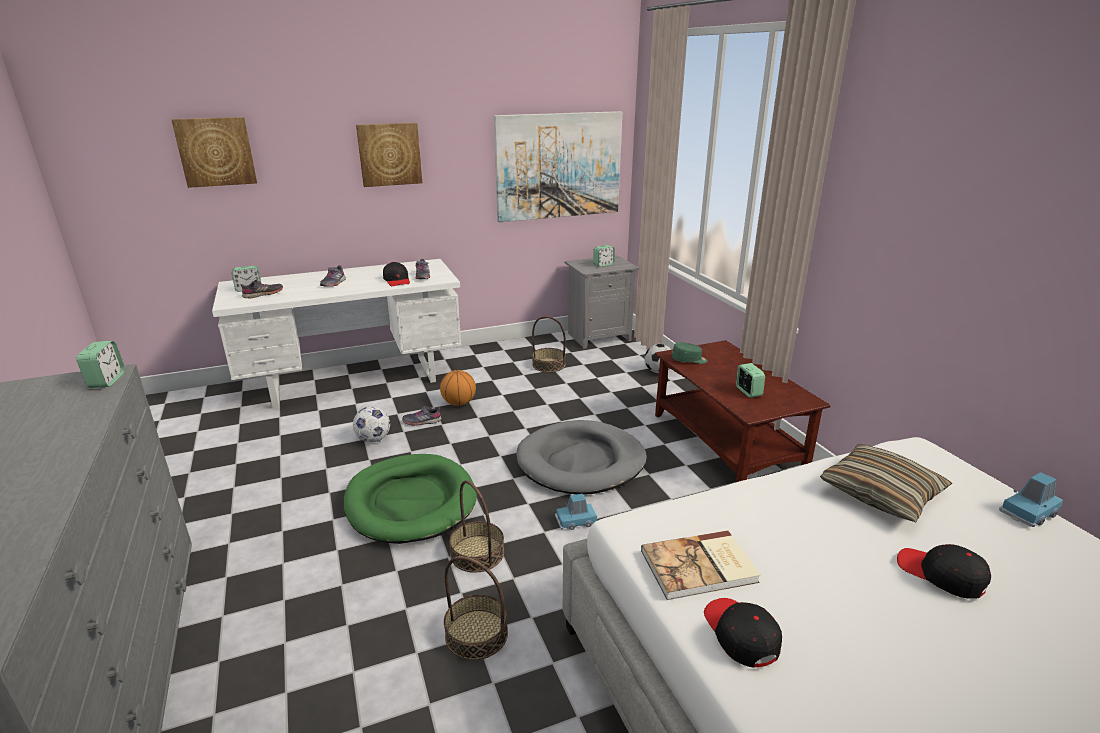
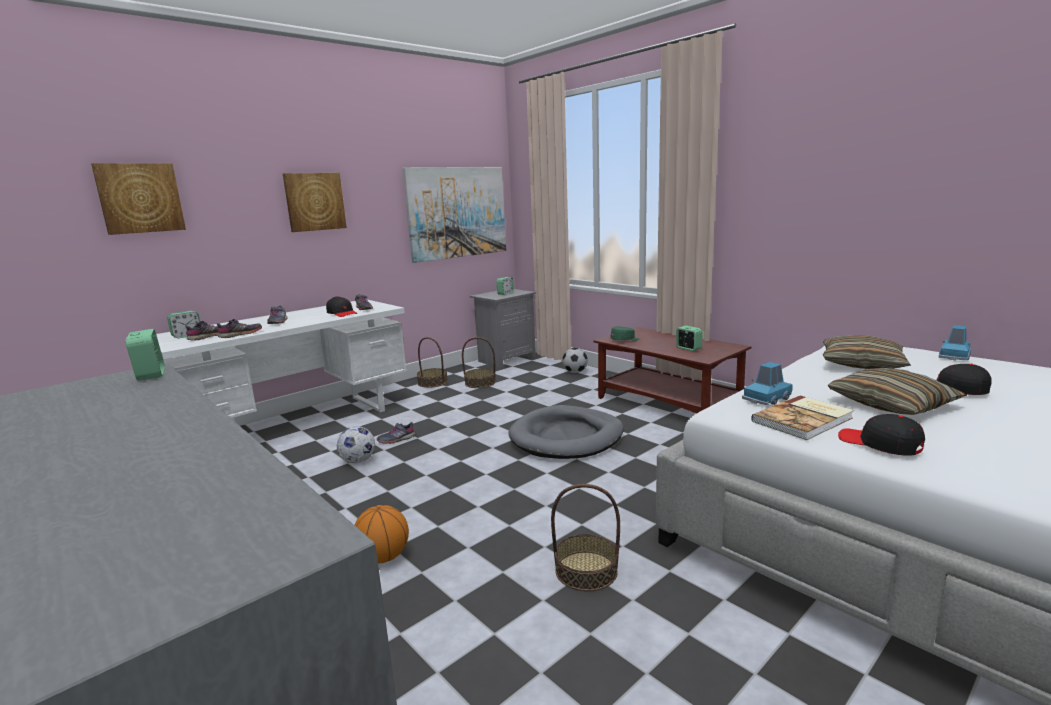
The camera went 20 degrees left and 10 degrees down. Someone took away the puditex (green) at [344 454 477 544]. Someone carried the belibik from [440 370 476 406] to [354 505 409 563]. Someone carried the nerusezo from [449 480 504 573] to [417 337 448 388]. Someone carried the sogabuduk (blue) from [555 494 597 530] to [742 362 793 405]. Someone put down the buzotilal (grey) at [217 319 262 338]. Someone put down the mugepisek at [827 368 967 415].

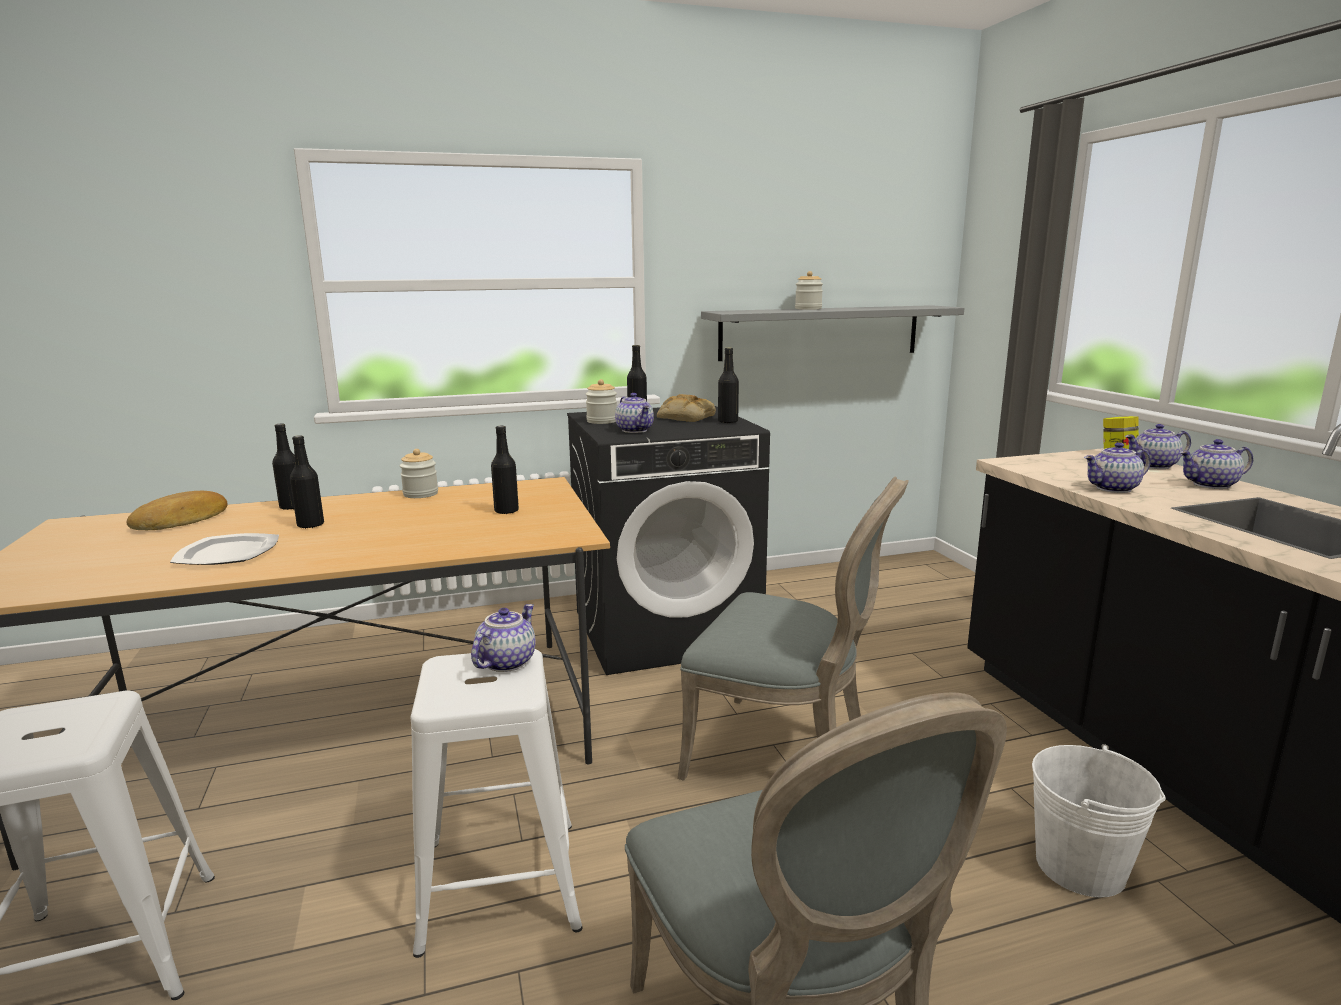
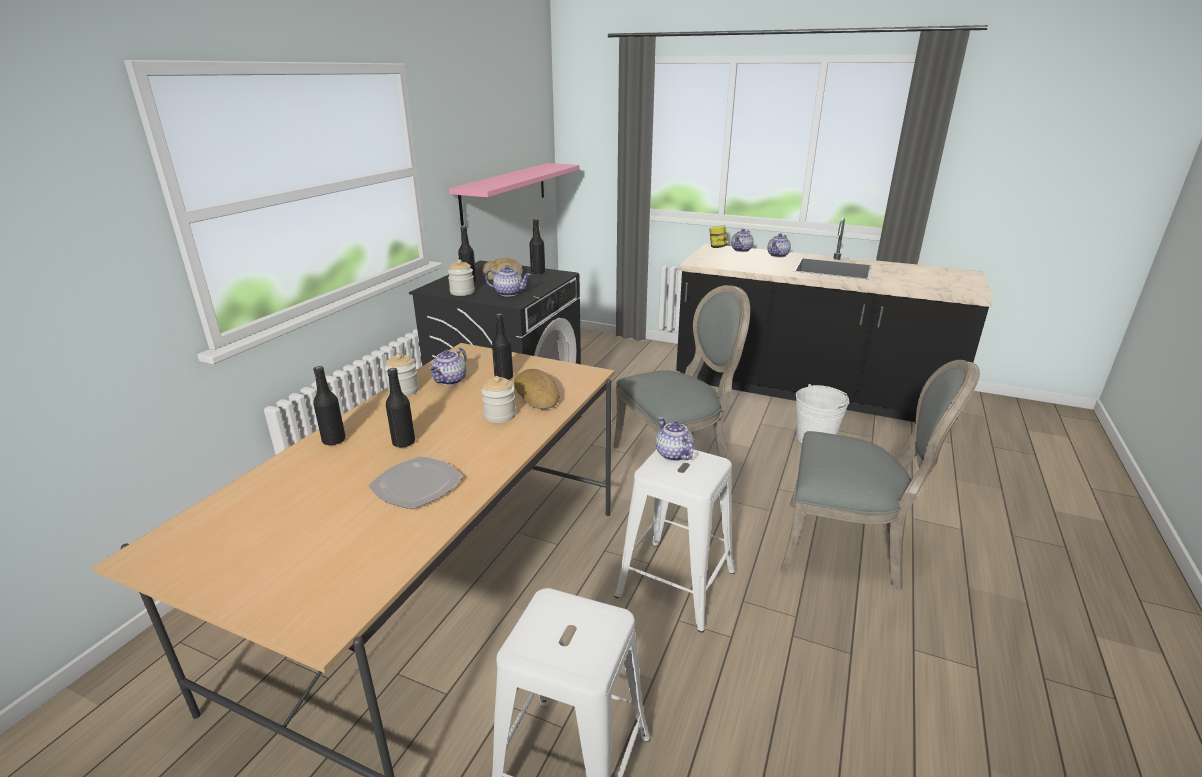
The camera went 50 degrees left and 10 degrees up. Someone carried the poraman from [126 491 228 530] to [514 369 560 409]. Someone repainted the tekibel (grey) at [701 305 964 361], which became the tekibel (pink) at [449 163 580 226]. Someone carried the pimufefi from [795 271 823 310] to [481 376 516 423]. Someone carried the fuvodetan from [1084 442 1151 493] to [429 348 467 385].

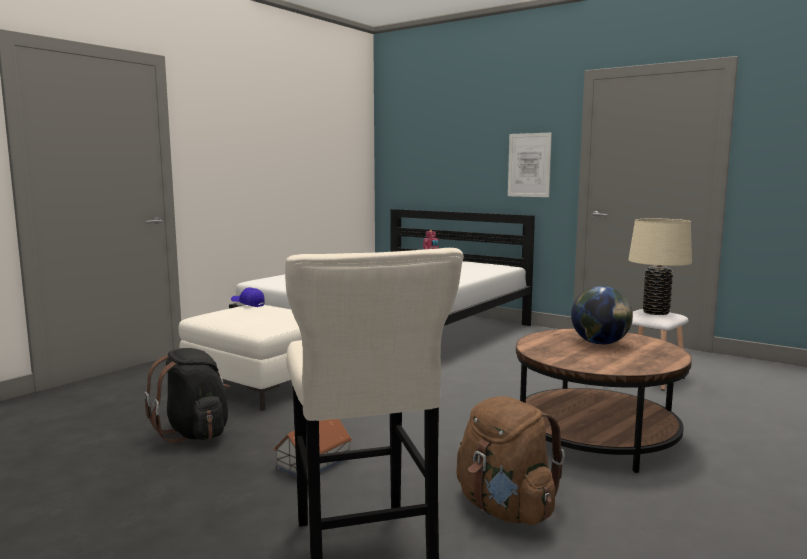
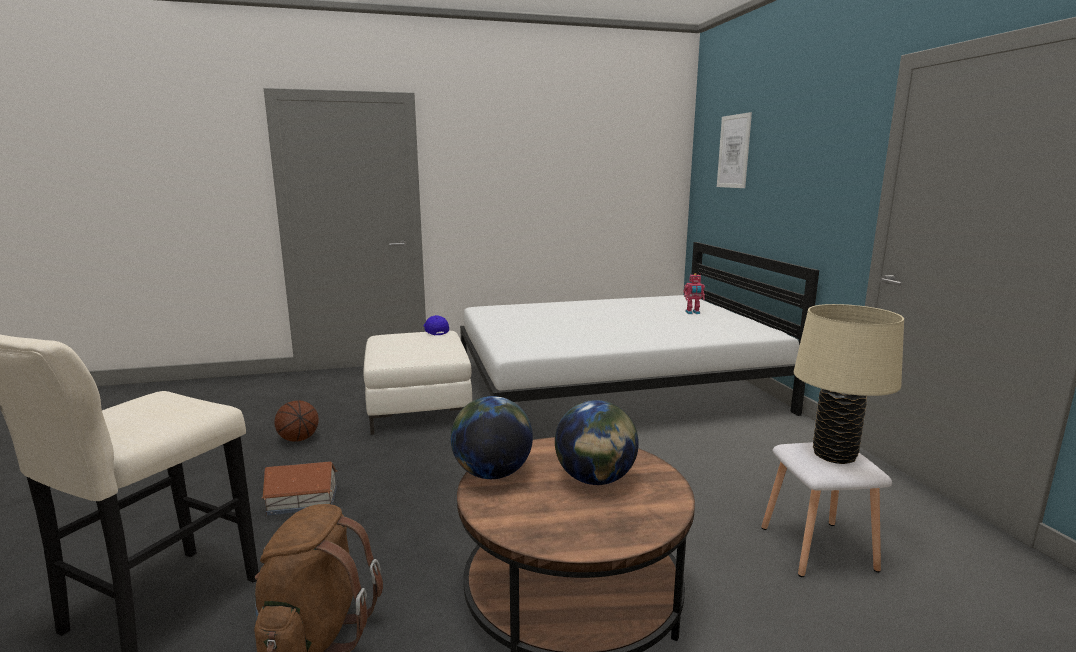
The camera went 40 degrees right and 5 degrees up. Someone swapped the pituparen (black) at [144 348 230 443] for the belibik at [274 400 319 442]. Someone carried the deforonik from [508 133 552 197] to [717 112 752 188]. Someone put down the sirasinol at [451 396 533 479].

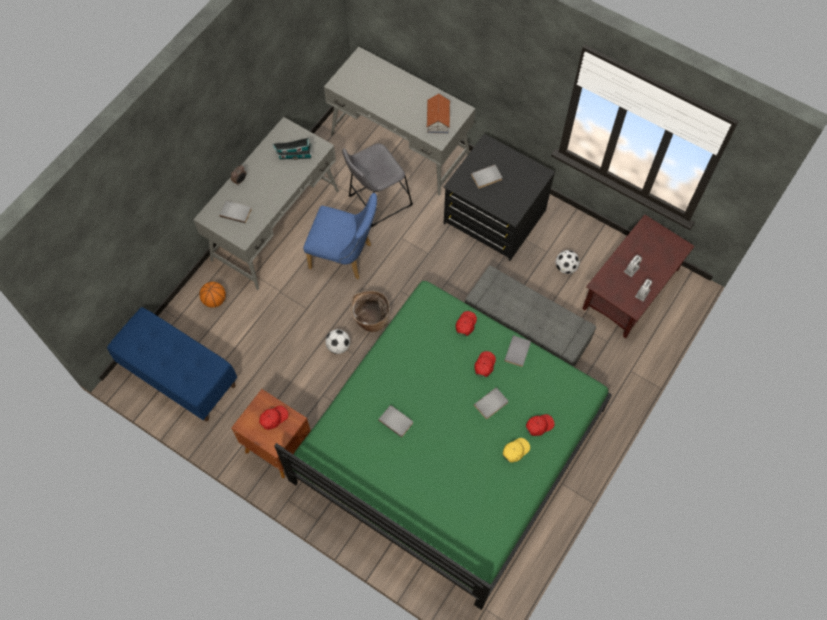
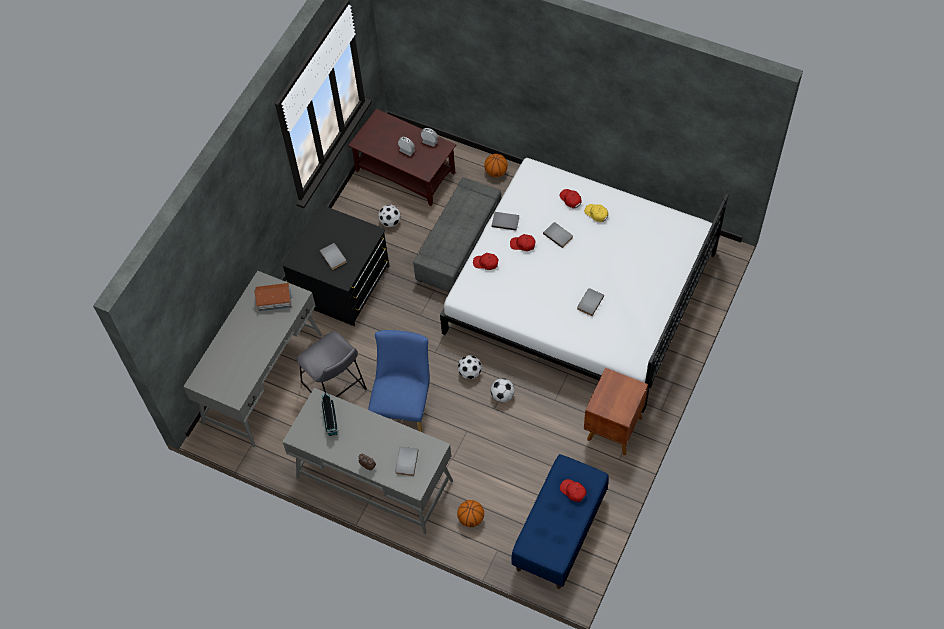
The camera went 95 degrees left and 5 degrees down. Someone carried the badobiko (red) from [259 405 288 430] to [560 479 587 502]. Someone repainted the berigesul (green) at [274 281 612 610], which became the berigesul (white) at [440 158 728 413]. Someone swapped the nerusezo at [350 291 390 332] for the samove at [458 355 482 379]. Someone put down the belibik at [484 154 508 177].

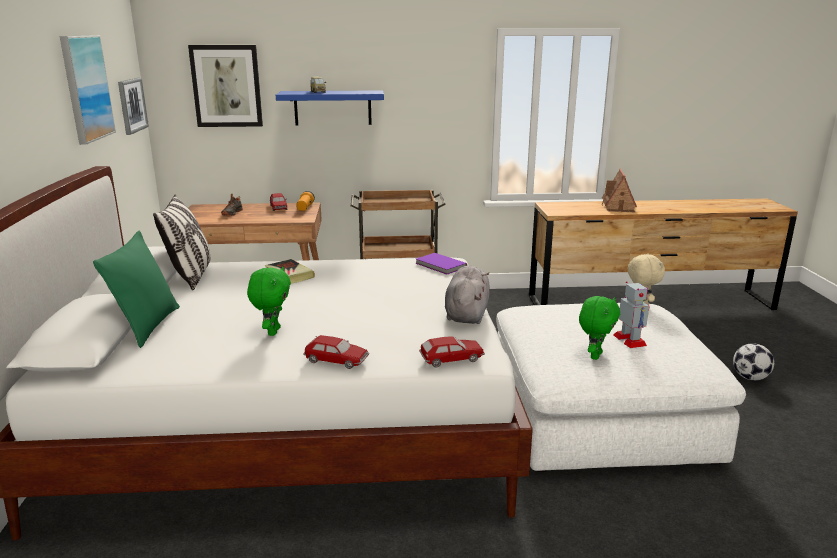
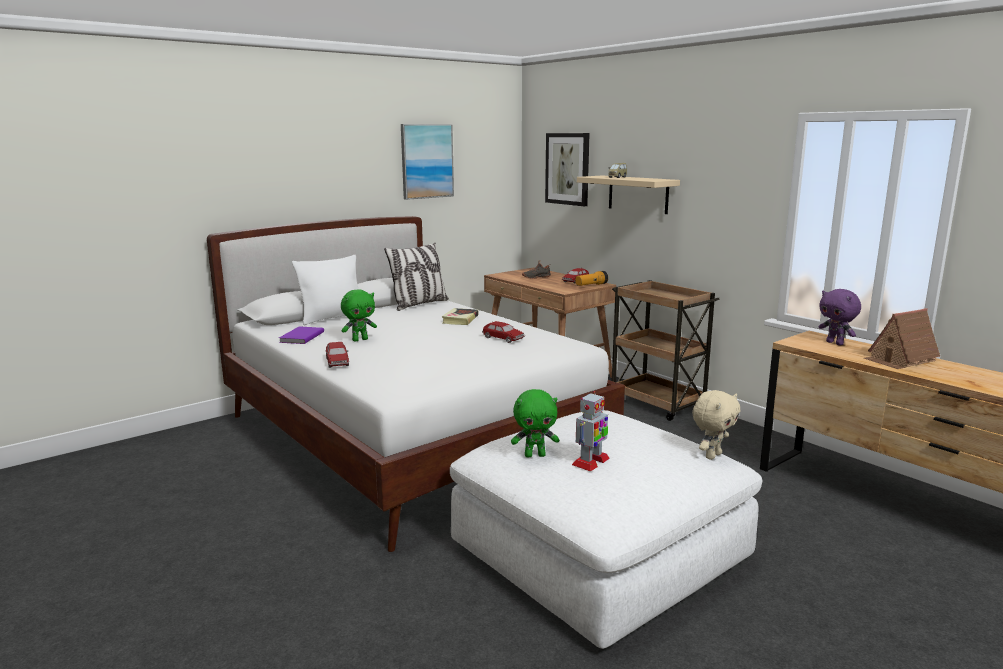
The camera went 55 degrees right and 5 degrees down. Someone repainted the mugepisek (green) at [93 231 180 348], which became the mugepisek (white) at [292 255 359 325]. Someone took away the deforonik at [118 78 149 135]. Someone repainted the tekibel (blue) at [276 90 384 125], which became the tekibel (beige) at [577 176 680 214]. Someone carried the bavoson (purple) from [415 253 467 275] to [279 326 324 344]. Someone carried the sogabuduk from [419 336 485 368] to [482 321 525 343]. Someone took away the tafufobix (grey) at [445 266 490 324]. Someone took away the samove at [733 343 774 380]. Someone put down the tafufobix (purple) at [818 289 861 345].

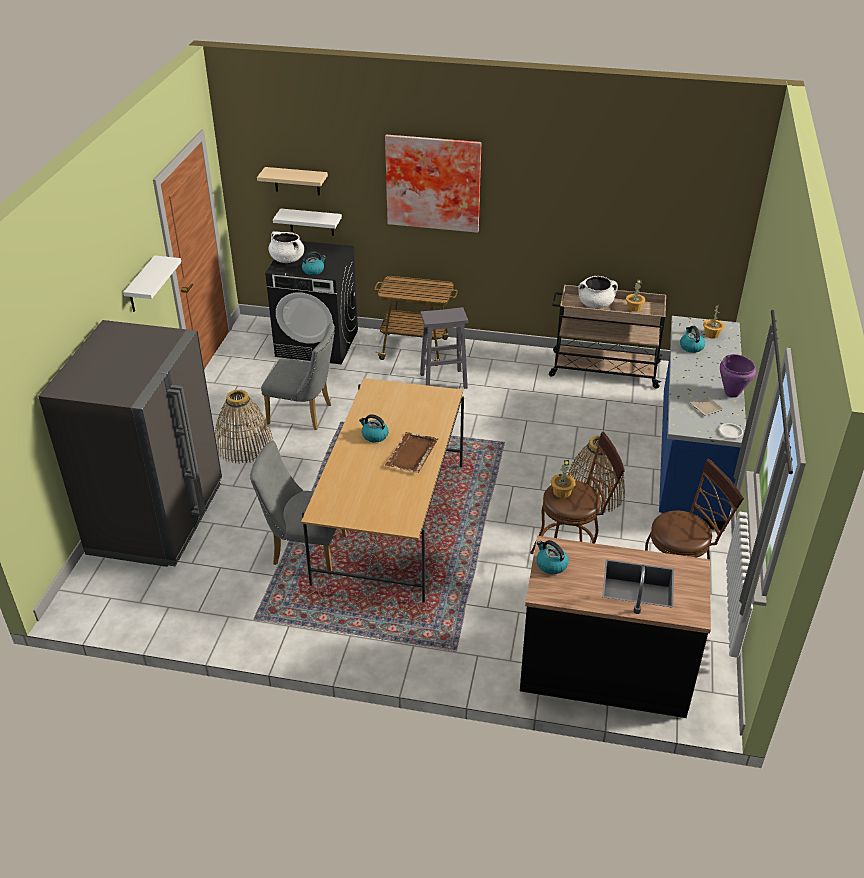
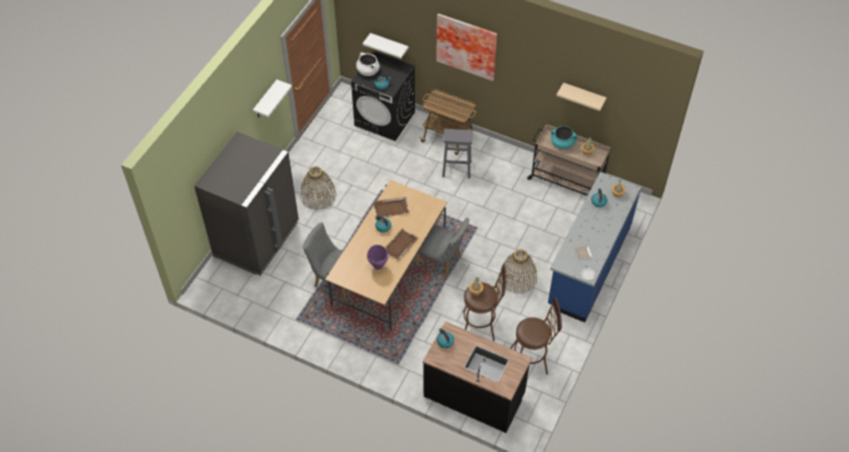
The camera went 15 degrees right and 15 degrees up. Someone carried the tekibel (beige) from [257 167 328 195] to [557 83 607 111]. Someone carried the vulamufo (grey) from [261 323 335 430] to [416 217 469 278]. Someone repainted the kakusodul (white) at [578 276 618 308], which became the kakusodul (turquoise) at [551 126 577 149]. Someone carried the kakusodul (purple) from [720 354 756 398] to [367 245 388 270]. Someone put down the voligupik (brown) at [373 197 409 217].

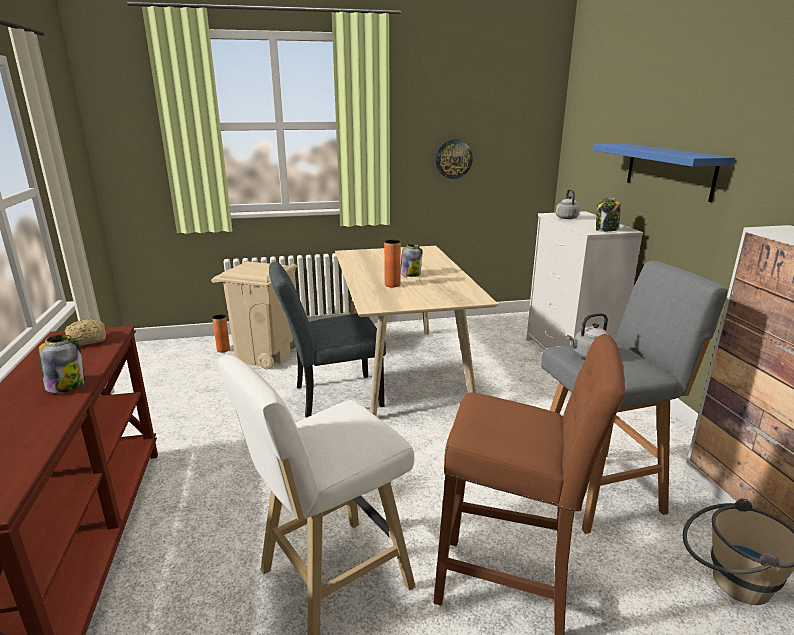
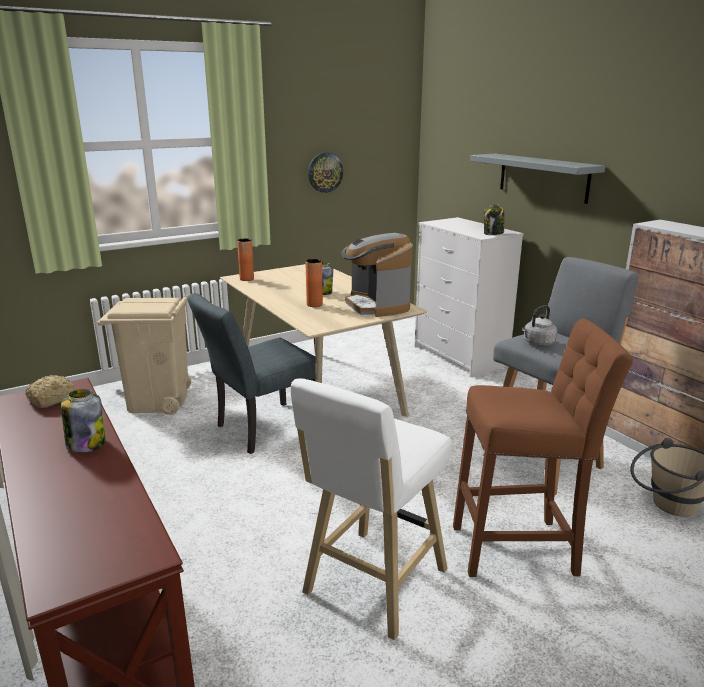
The camera went 20 degrees left and 0 degrees up. Someone carried the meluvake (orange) from [212 314 230 352] to [237 238 254 281]. Someone took away the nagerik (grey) at [556 189 580 219]. Someone repainted the tekibel (blue) at [593 144 735 202], which became the tekibel (grey) at [470 154 605 204]. Someone put down the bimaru at [341 233 413 317].

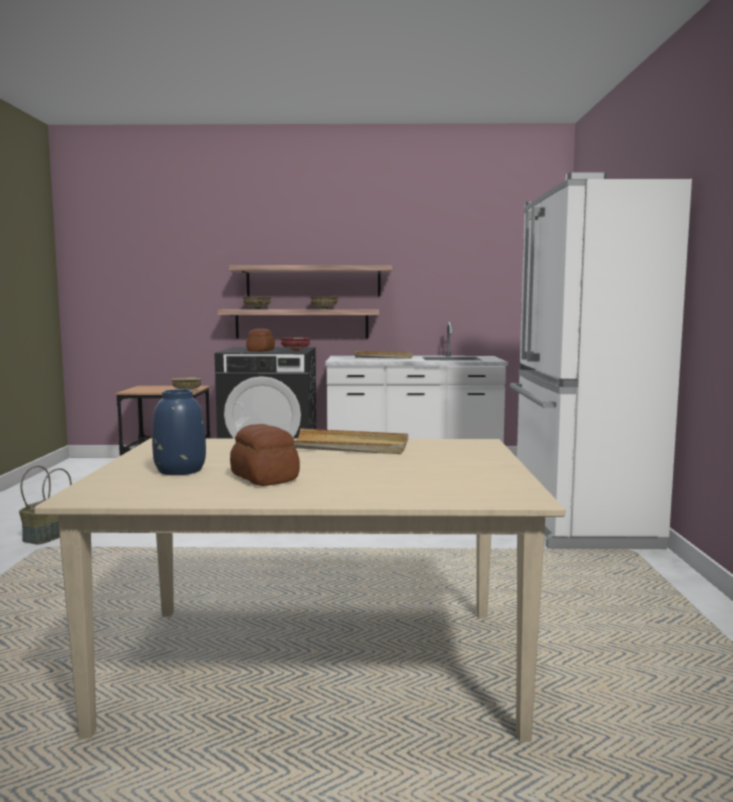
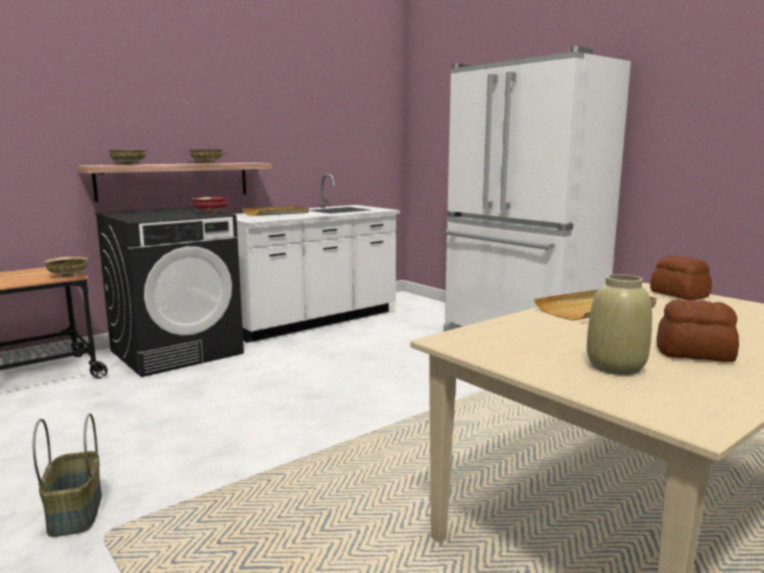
The camera went 40 degrees left and 5 degrees up. Someone repainted the meluvake (blue) at [152 389 206 475], which became the meluvake (beige) at [587 274 652 375]. Someone took away the tekibel at [229 265 392 297]. Someone carried the poraman from [246 329 275 352] to [650 255 712 300].

